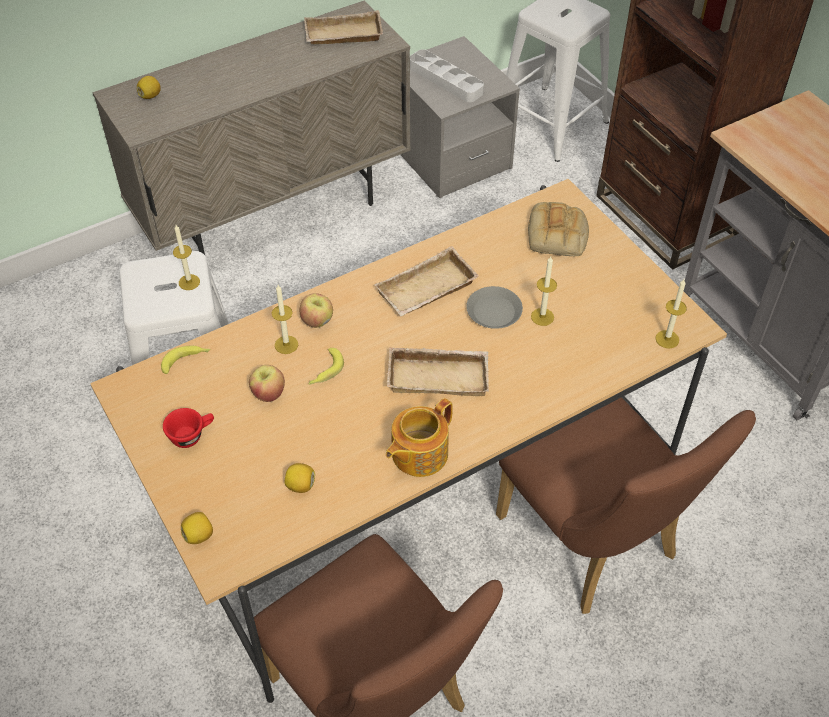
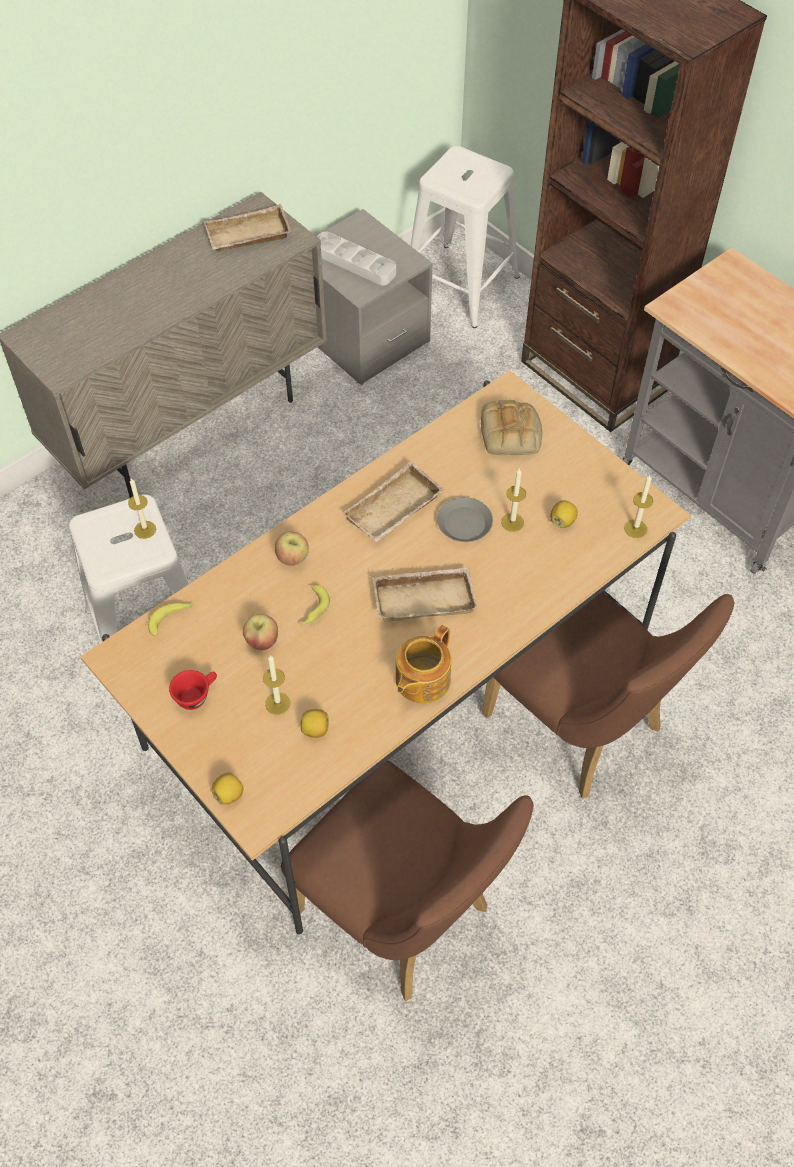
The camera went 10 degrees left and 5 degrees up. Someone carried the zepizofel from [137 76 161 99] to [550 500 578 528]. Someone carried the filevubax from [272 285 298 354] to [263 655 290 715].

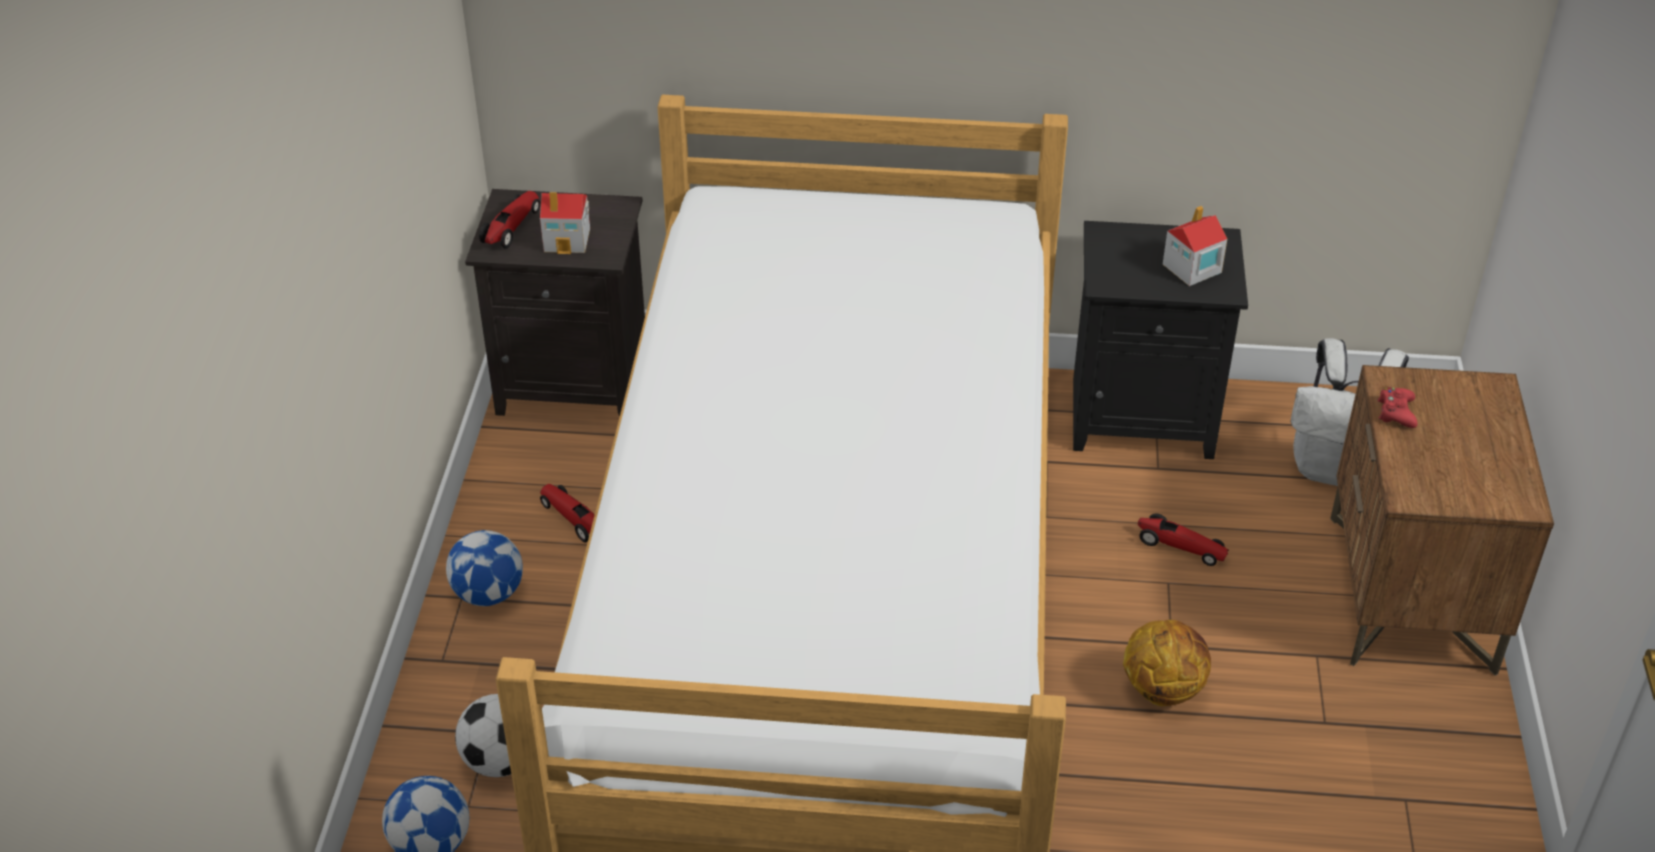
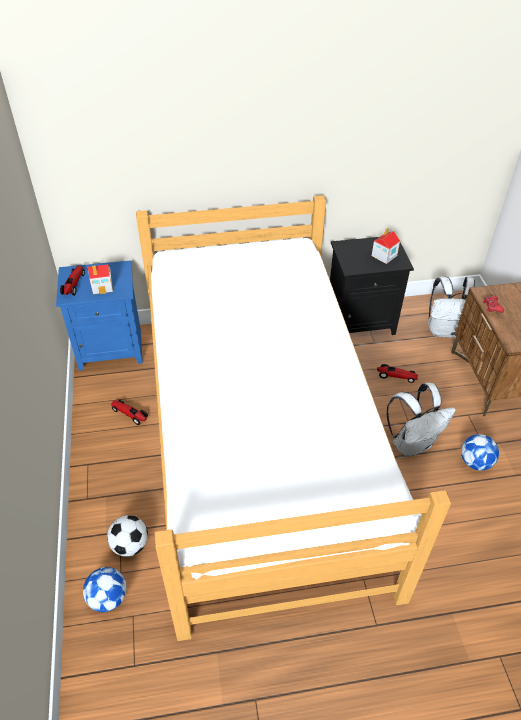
The camera went 15 degrees left and 5 degrees up. Someone carried the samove from [446 530 523 606] to [461 434 499 471]. Someone repainted the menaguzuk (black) at [465 189 645 417], which became the menaguzuk (blue) at [56 260 143 371]. Someone swapped the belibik at [1123 620 1211 706] for the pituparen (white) at [387 382 456 456].

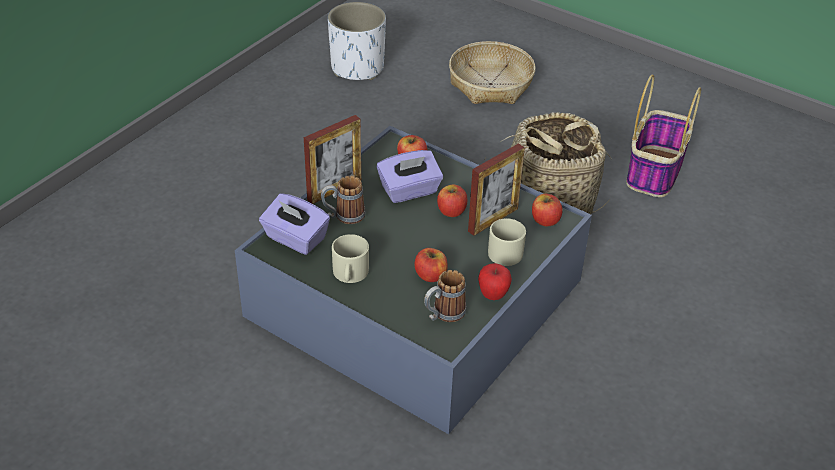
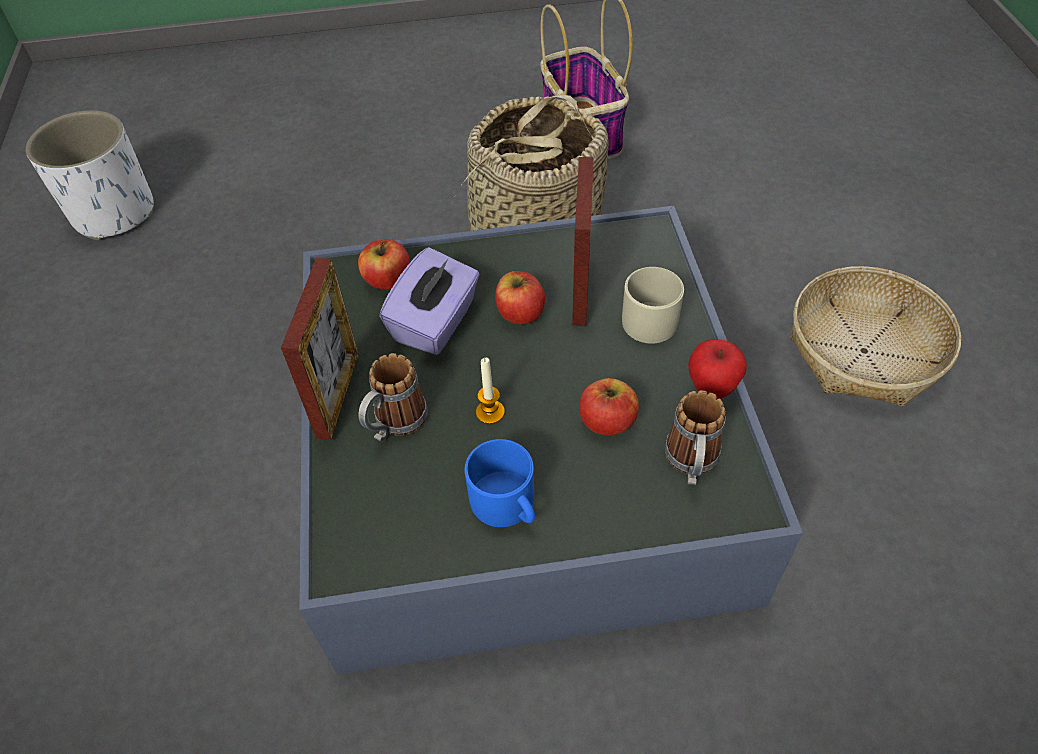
The camera went 40 degrees left and 10 degrees up. Someone took away the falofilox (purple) at [259 193 330 255]. Someone repainted the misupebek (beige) at [332 234 369 283], which became the misupebek (blue) at [465 439 535 527]. Someone carried the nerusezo from [449 41 536 104] to [790 266 961 406]. Someone took away the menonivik at [532 194 563 226]. Someone put down the filevubax at [476 358 505 424].

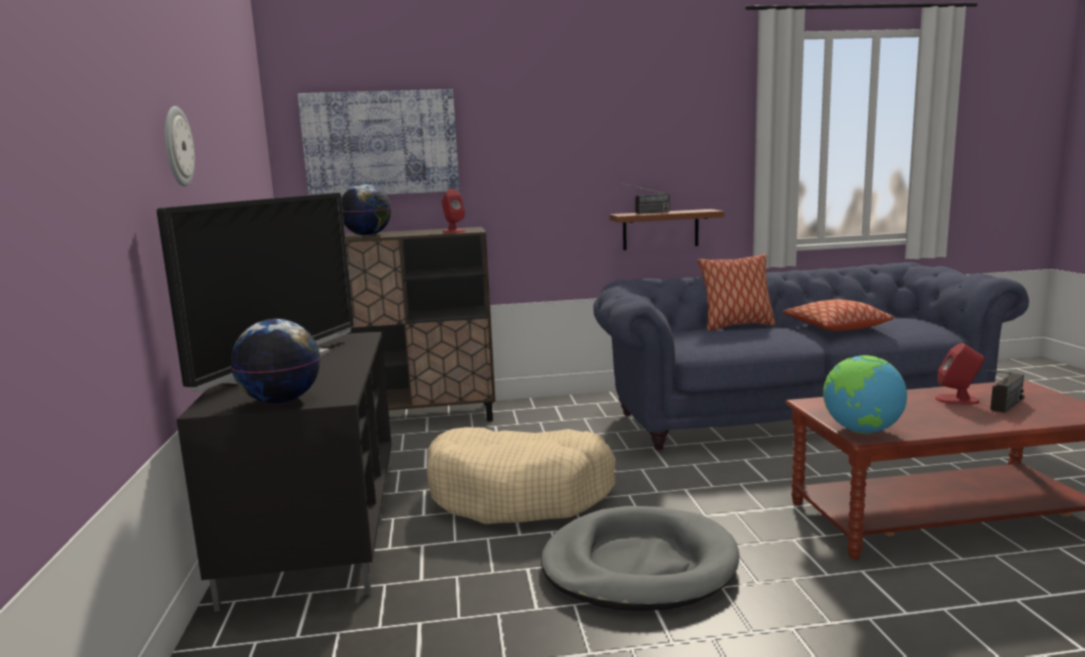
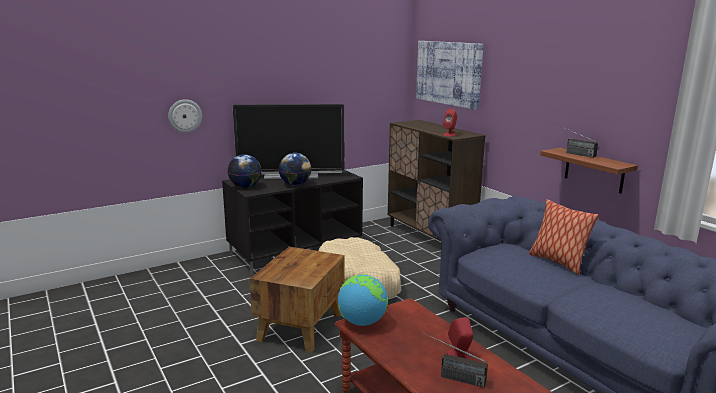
The camera went 65 degrees right and 5 degrees up. Someone carried the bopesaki from [165 106 195 186] to [168 99 202 133]. Someone carried the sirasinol from [341 184 392 236] to [278 153 312 185]. Someone swapped the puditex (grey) at [541 506 739 611] for the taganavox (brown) at [249 247 344 353]. Someone took away the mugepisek at [783 299 894 331].

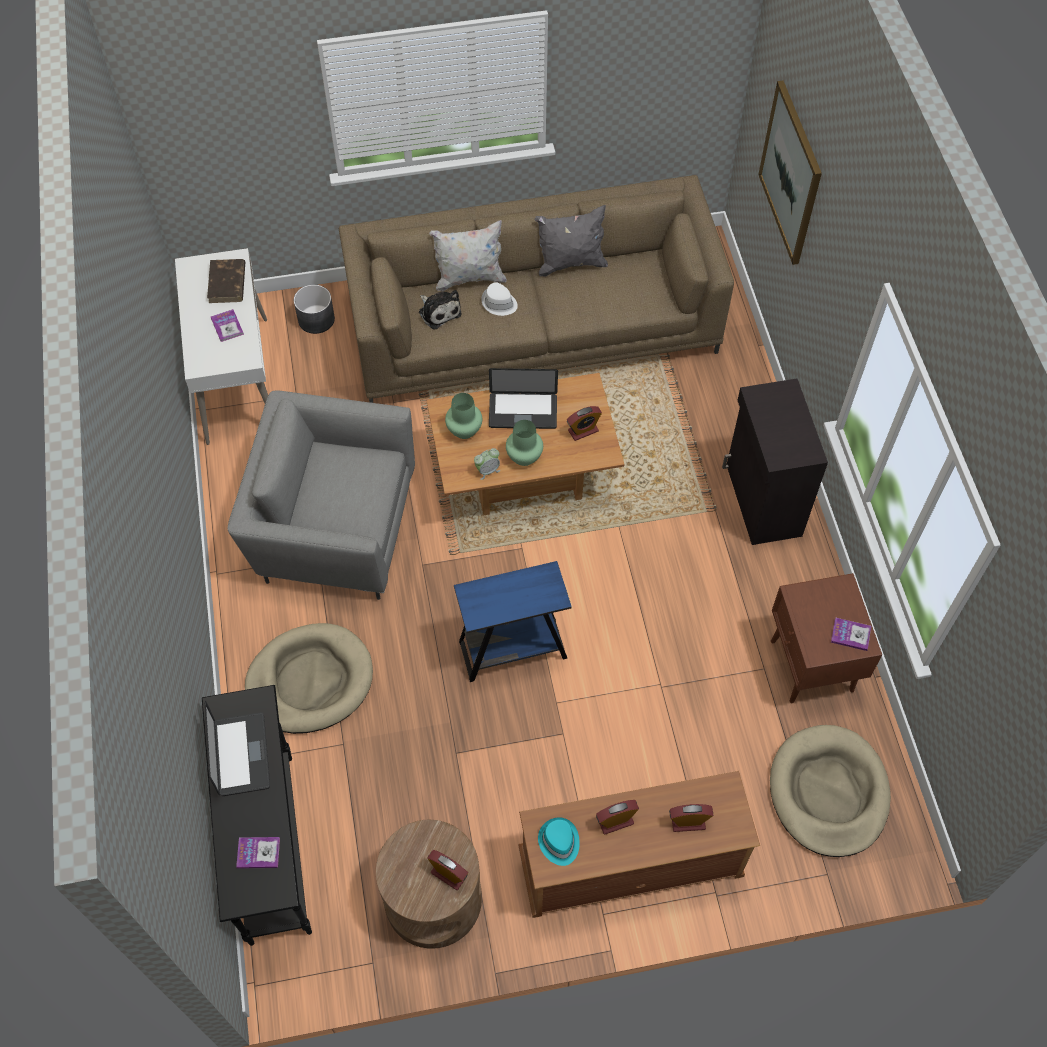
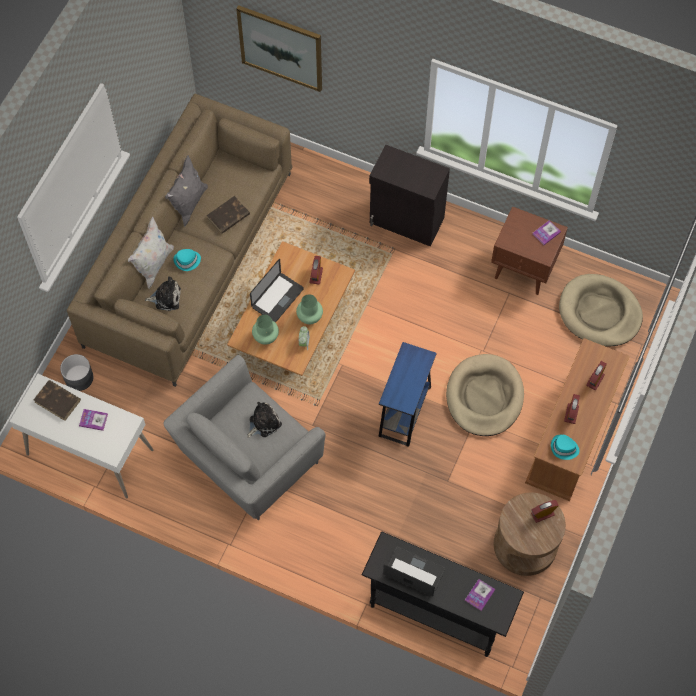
The camera went 55 degrees left and 5 degrees up. Someone carried the puditex (beige) from [245 623 373 734] to [446 354 524 436]. Someone repainted the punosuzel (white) at [481 282 518 316], which became the punosuzel (turquoise) at [173 249 201 271]. Someone put down the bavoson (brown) at [207 196 250 234]. Someone put down the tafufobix at [247 402 282 438].

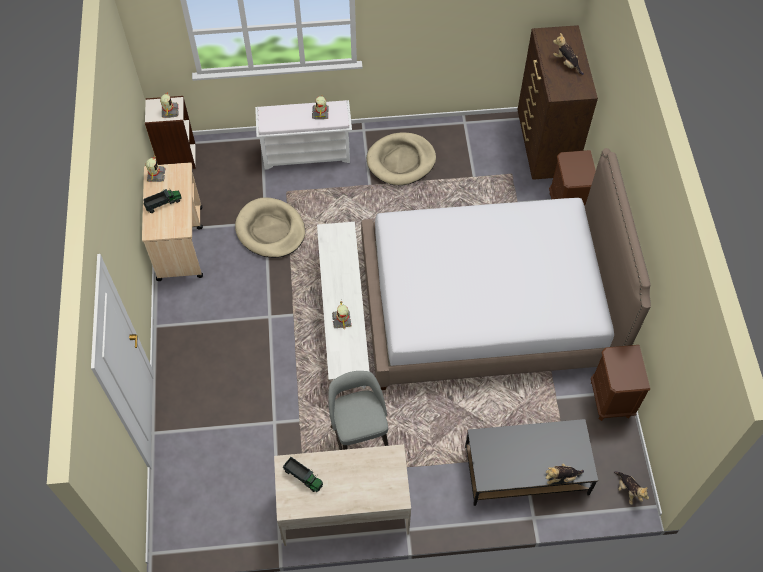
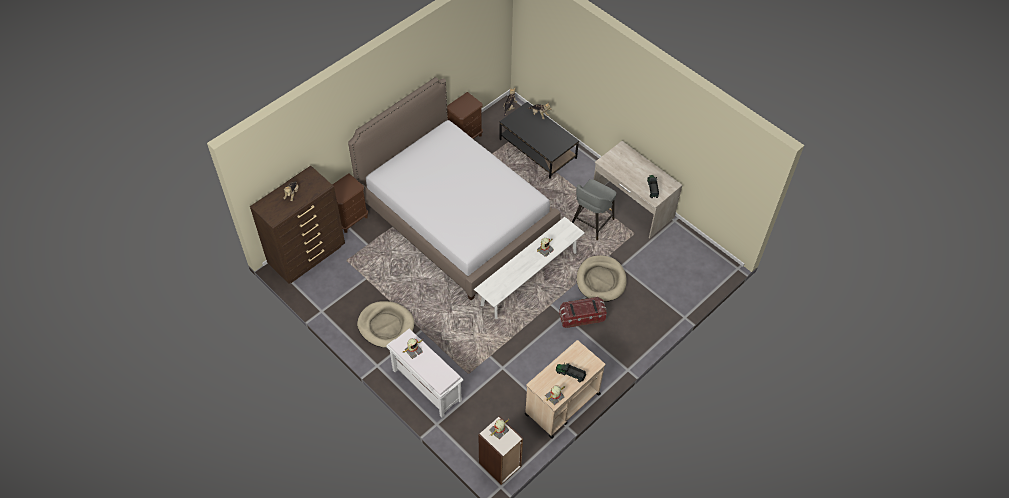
The camera went 130 degrees left and 5 degrees down. Someone carried the puditex (beige) from [235 197 305 258] to [577 255 627 302]. Someone put down the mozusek at [559 297 607 328].

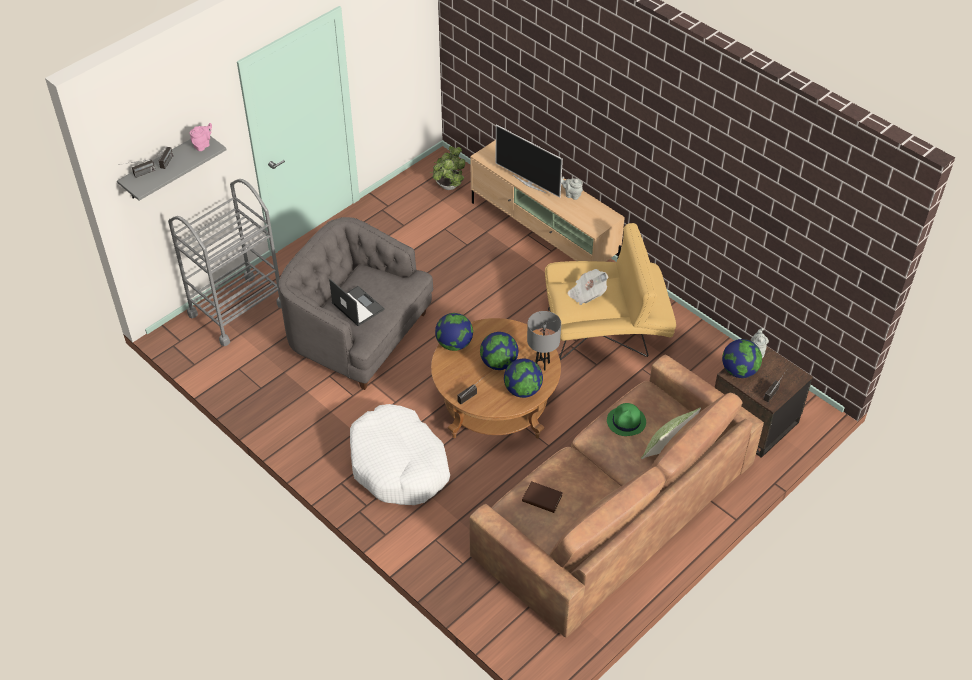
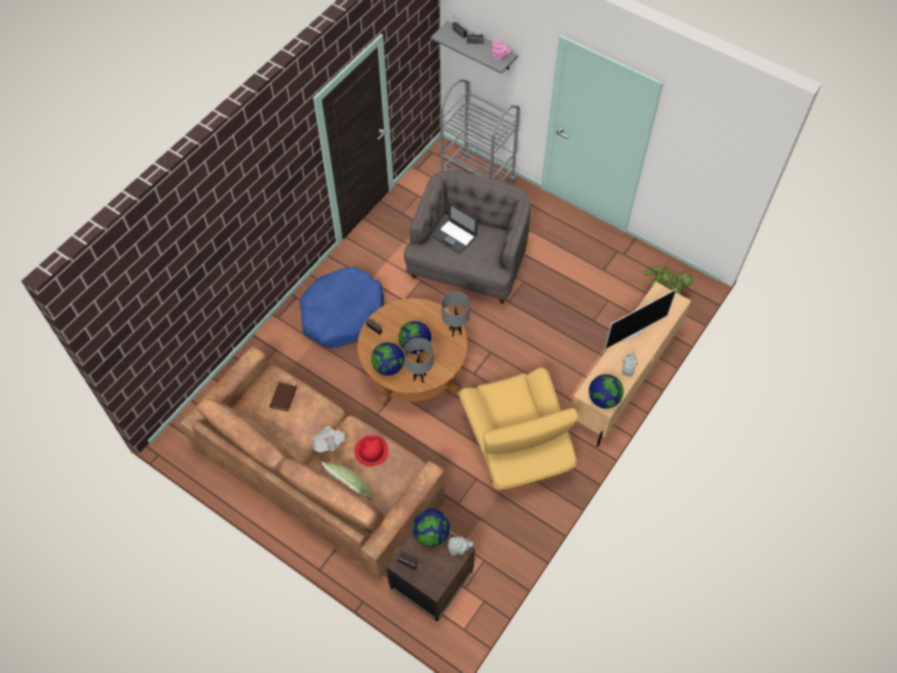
The camera went 80 degrees right and 10 degrees up. Someone rotated the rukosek at [329 279 385 326] by 90 degrees clockwise. Someone repainted the puditex (white) at [350 404 450 505], which became the puditex (blue) at [300 267 384 348]. Someone carried the sirasinol from [435 313 473 351] to [589 374 624 409]. Someone rotated the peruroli at [496 125 563 198] by 150 degrees counterclockwise. Someone carried the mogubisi from [568 269 609 305] to [312 426 345 452]. Someone repainted the punosuzel (green) at [607 403 646 436], which became the punosuzel (red) at [354 435 389 467]. Someone put down the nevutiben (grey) at [441 292 470 337].

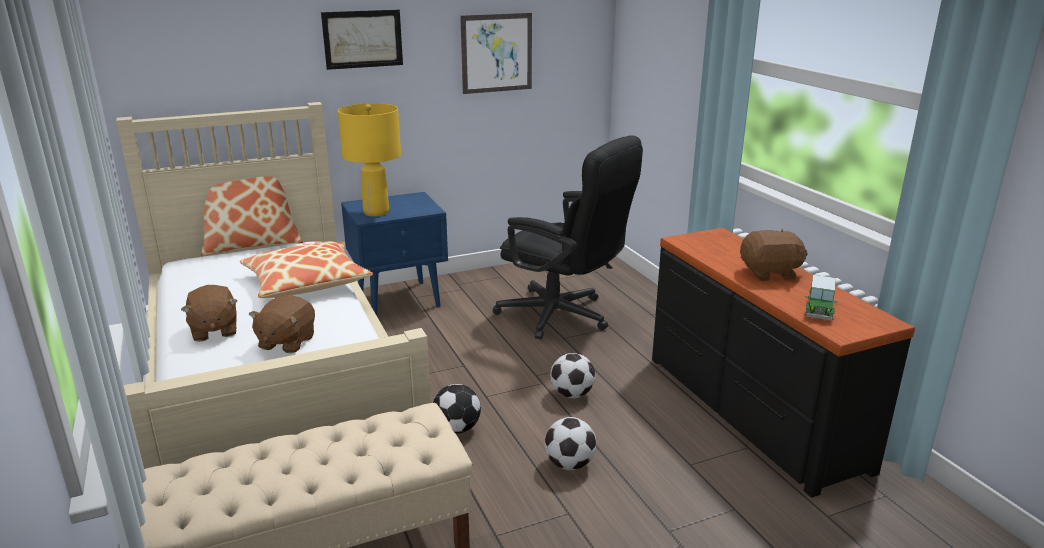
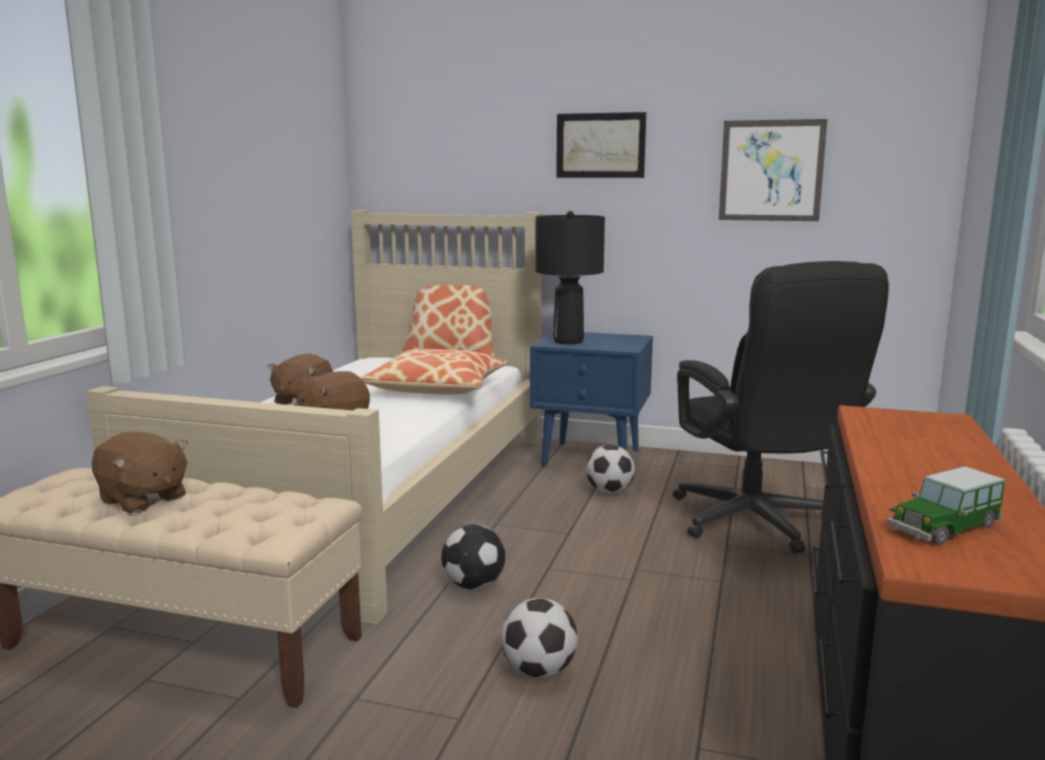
The camera went 40 degrees right and 10 degrees down. Someone repainted the nevutiben (yellow) at [338 103 401 216], which became the nevutiben (black) at [535 211 605 344]. Someone carried the samove from [550 353 595 398] to [586 445 635 493]. Someone carried the tafufobix (brown) from [740 229 808 281] to [92 431 188 513].

